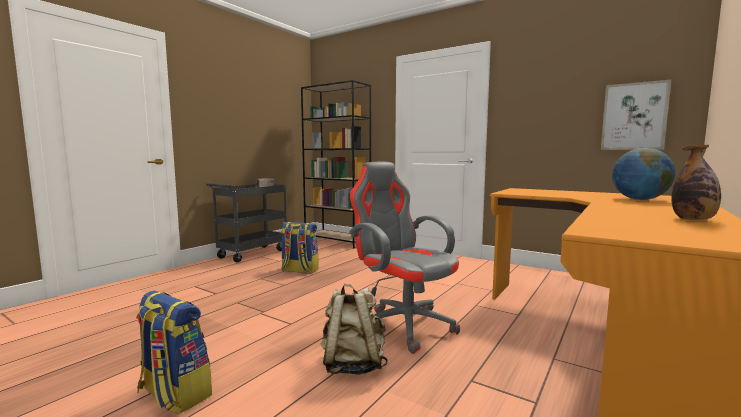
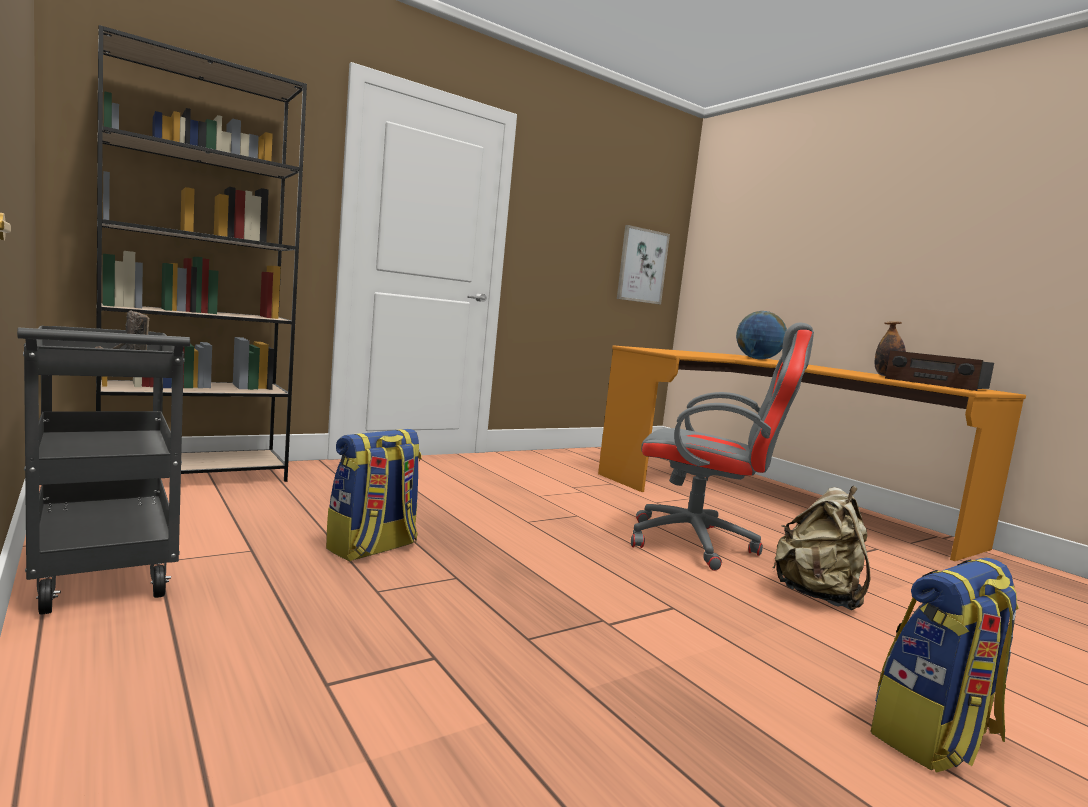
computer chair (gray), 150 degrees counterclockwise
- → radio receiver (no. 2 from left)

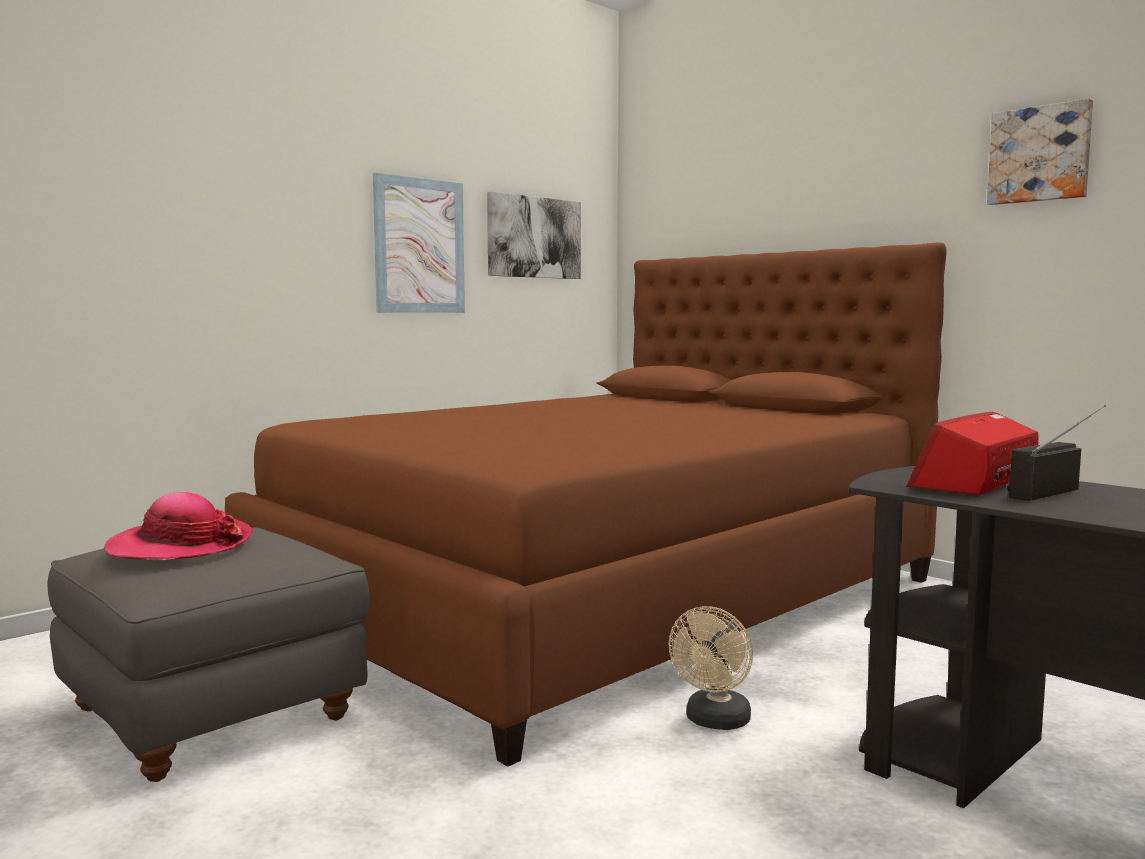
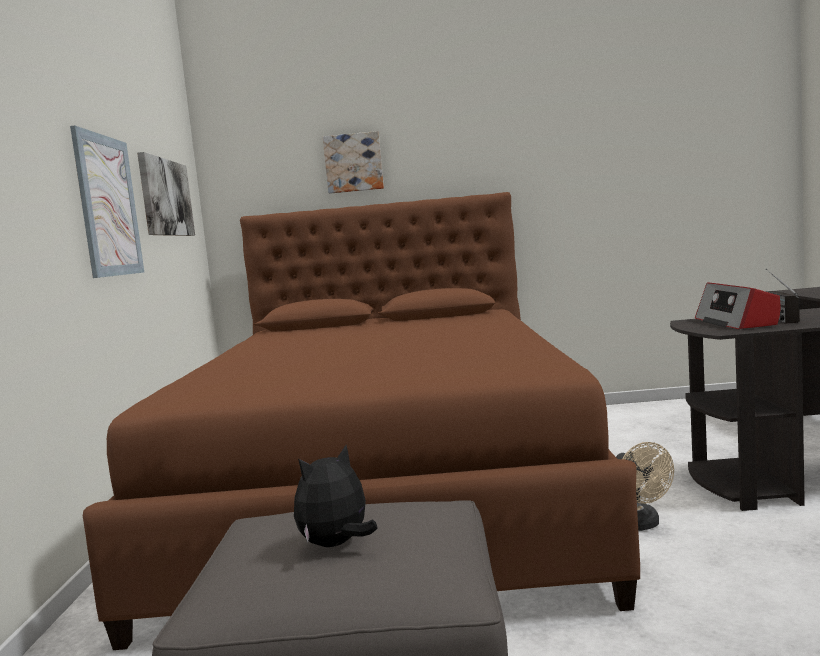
picture (no. 3 from left), shifted
wearable hat → cuddly toy

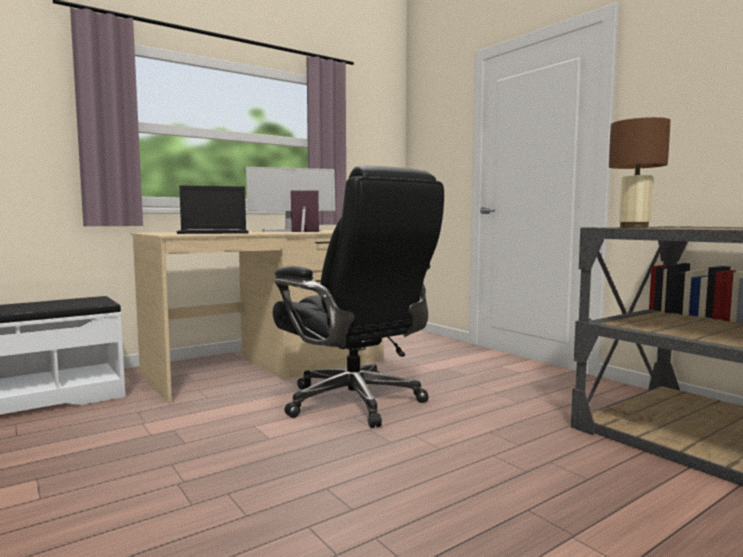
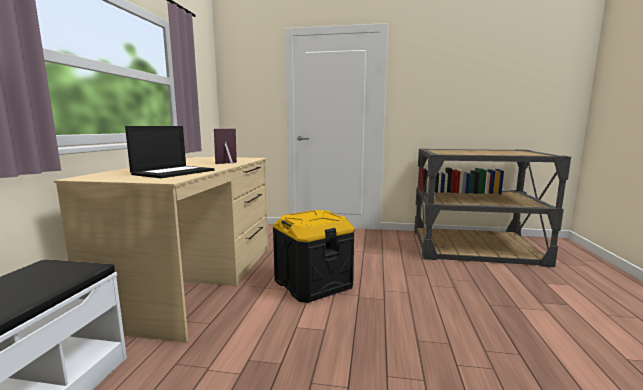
tabletop lamp (brown-coloured) → -
computer chair (black-coloured) → storage container (black-coloured)
monitor → -

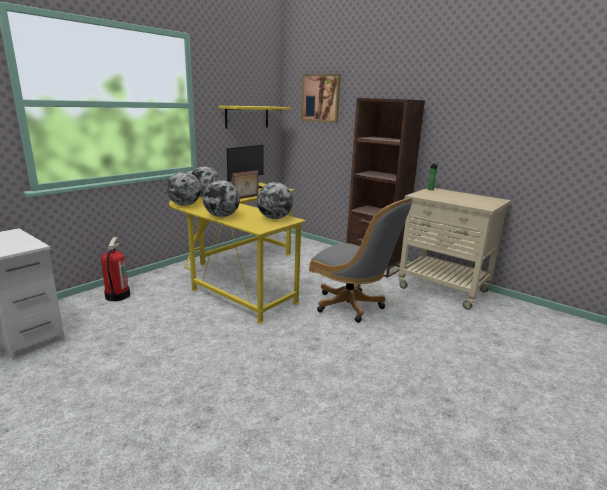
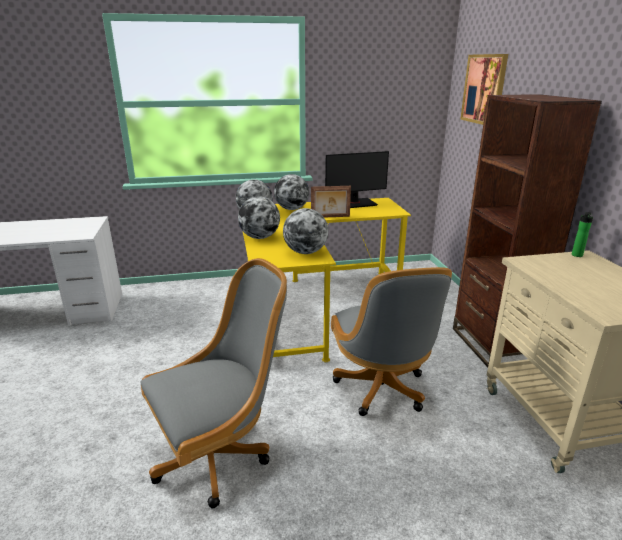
wall shelf (yellow-coloured) → -
fire extinguisher → -
- → computer chair (gray) (no. 1 from left)

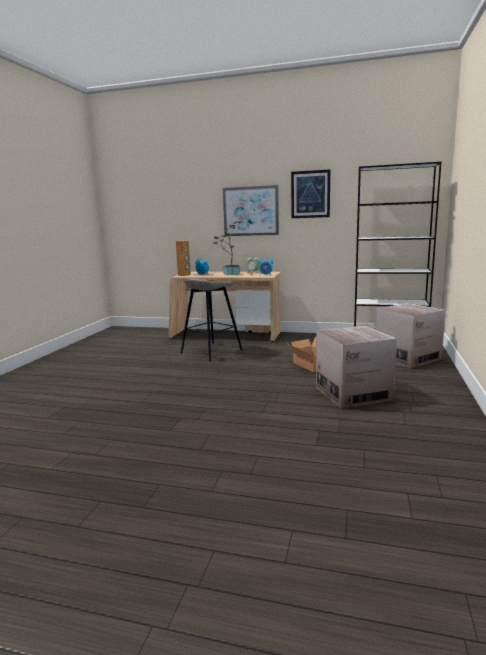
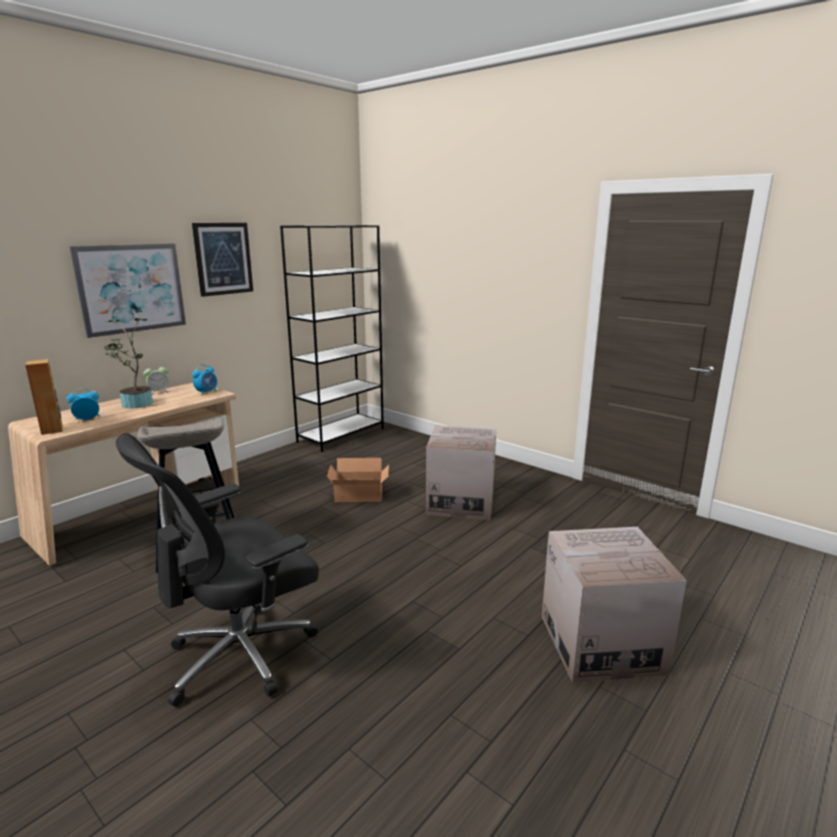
carton (no. 3 from left), shifted
- → computer chair

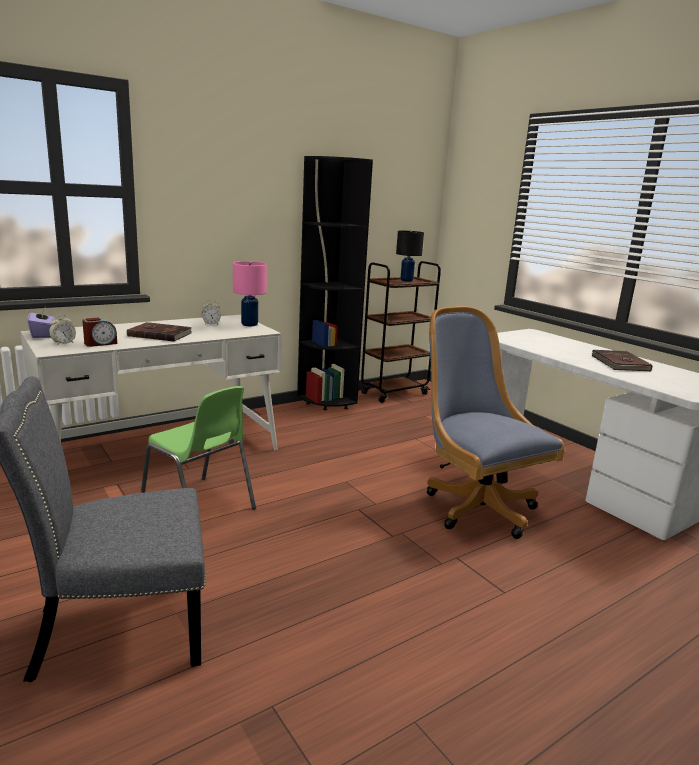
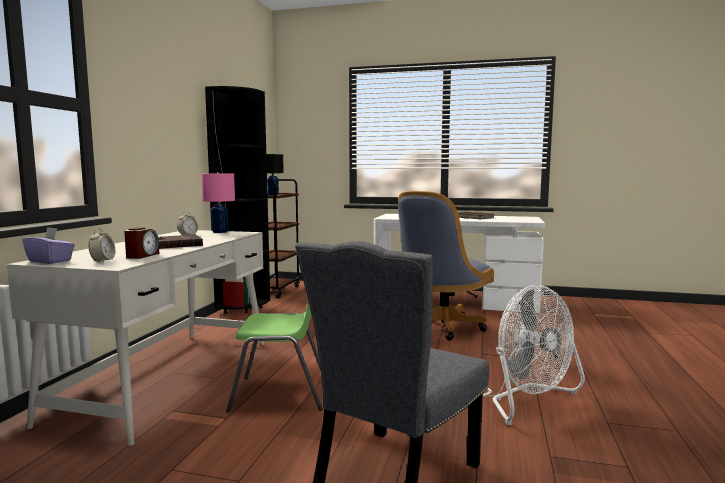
computer chair (blue), 75 degrees counterclockwise
- → electric fan (whitish)

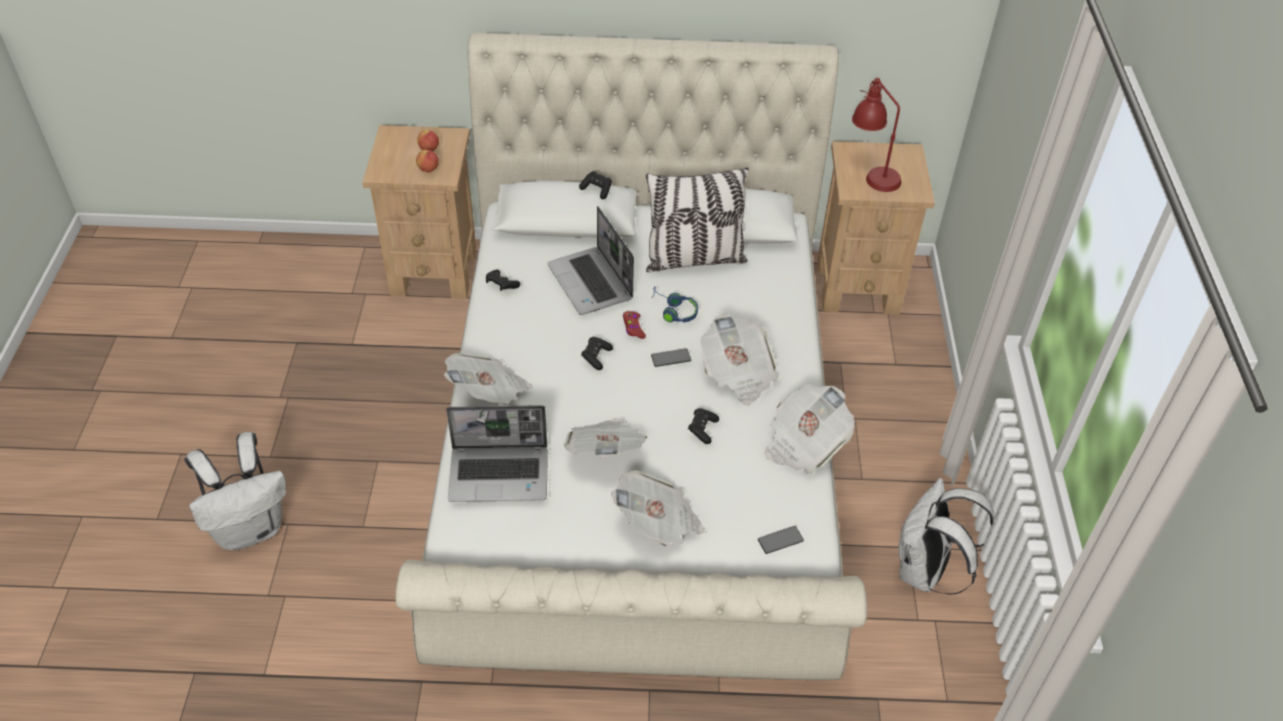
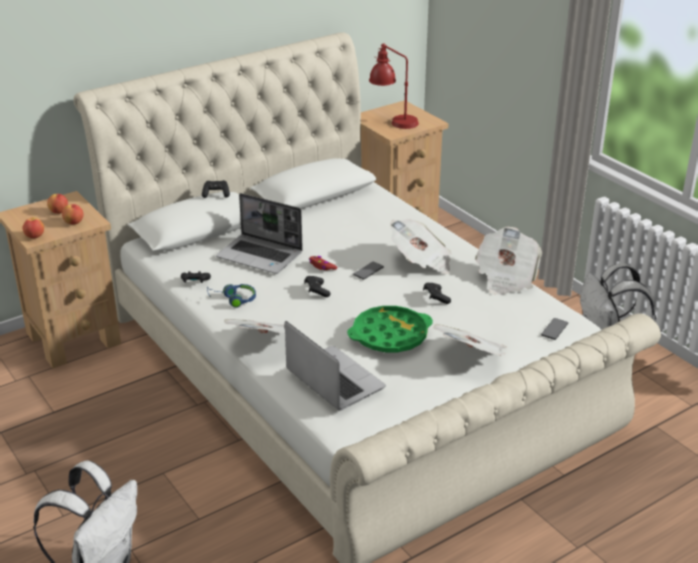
pillow → -
headset (blue), shifted
portable computer (no. 1 from left in the first image) → portable computer (no. 2 from left), 90 degrees counterclockwise
printed paper (no. 2 from left) → carrying tray (green-coloured)
- → whole apple (no. 1 from left)

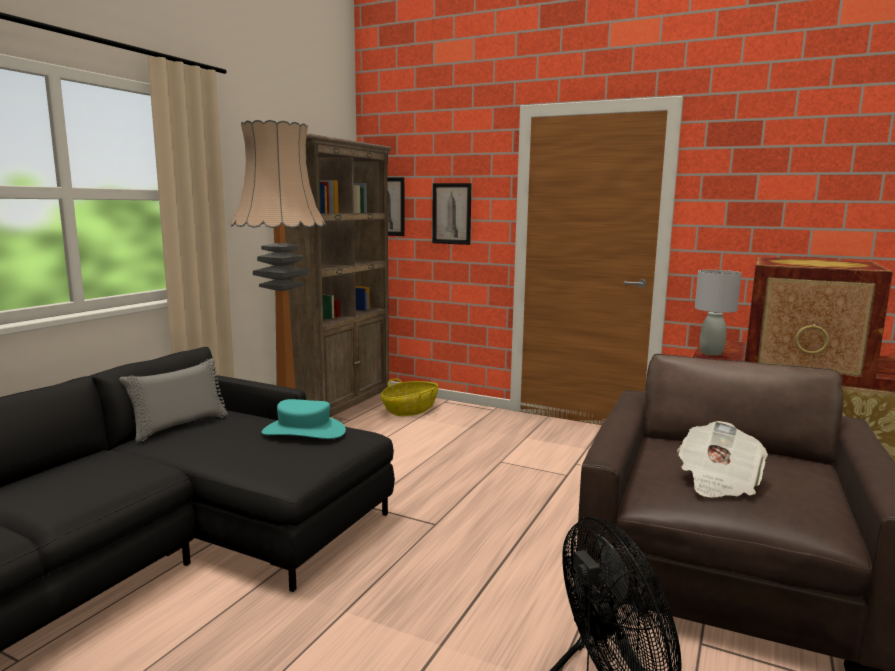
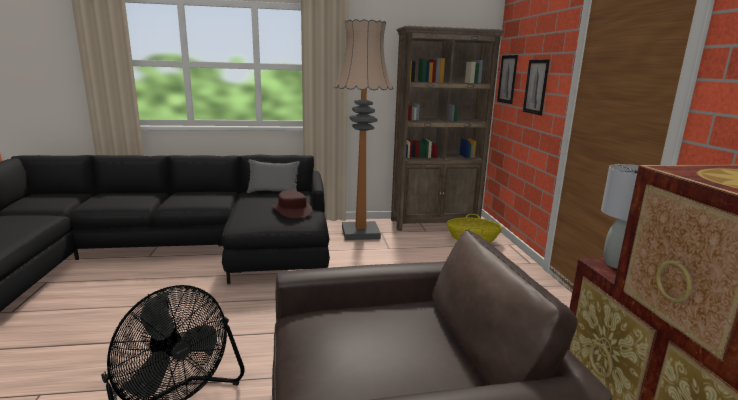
wearable hat (turquoise-coloured) → wearable hat (brown-coloured)
printed paper → -

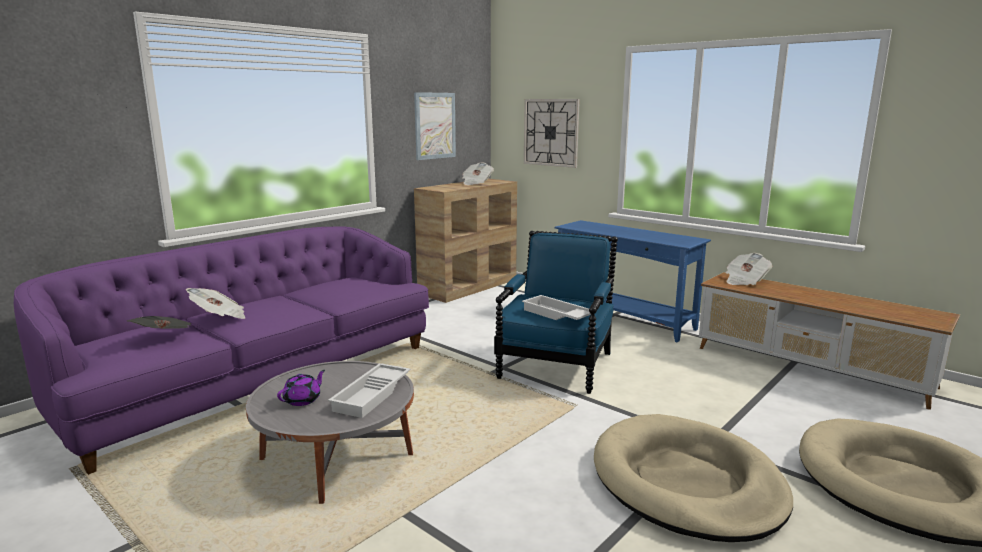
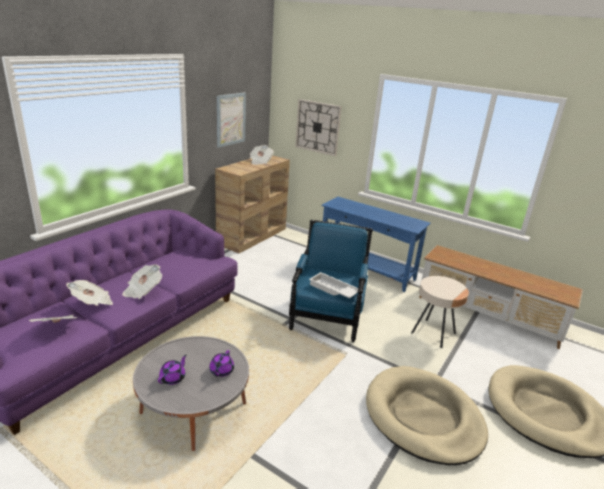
printed paper (no. 4 from left in the first image) → printed paper (no. 3 from left), shifted
carrying tray (whitish) (no. 1 from left) → tea pot (purplish) (no. 2 from left)
- → end table (beige)

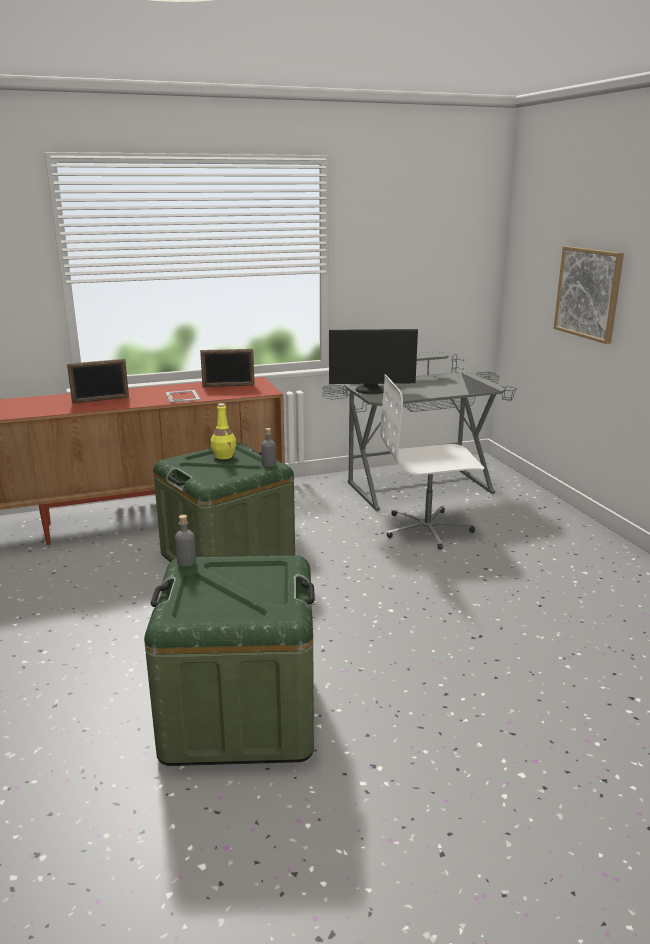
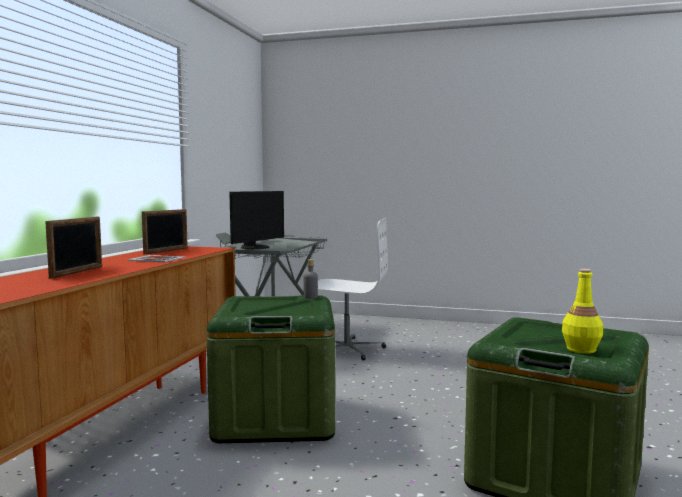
picture → -
computer chair (whitish), 105 degrees counterclockwise
bottle (yellow-coloured), shifted
bottle (gray) (no. 1 from left) → -

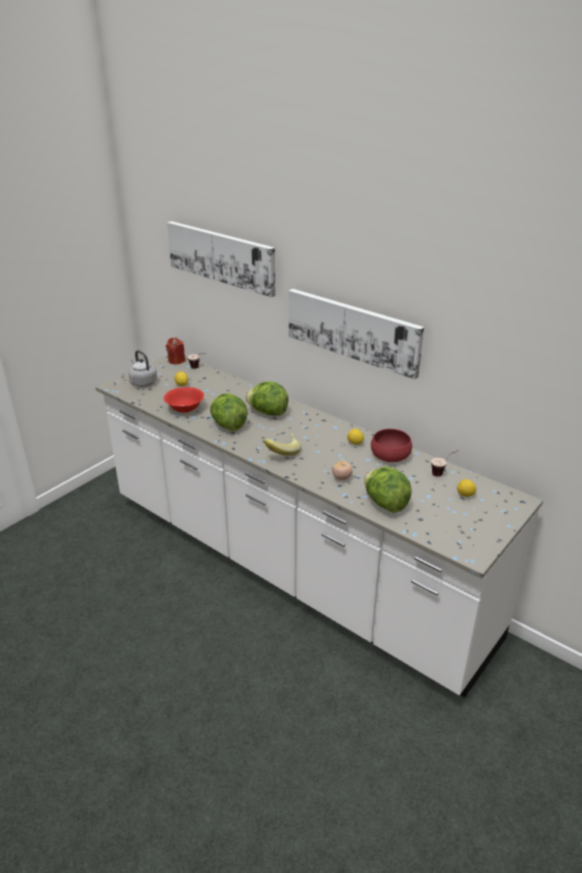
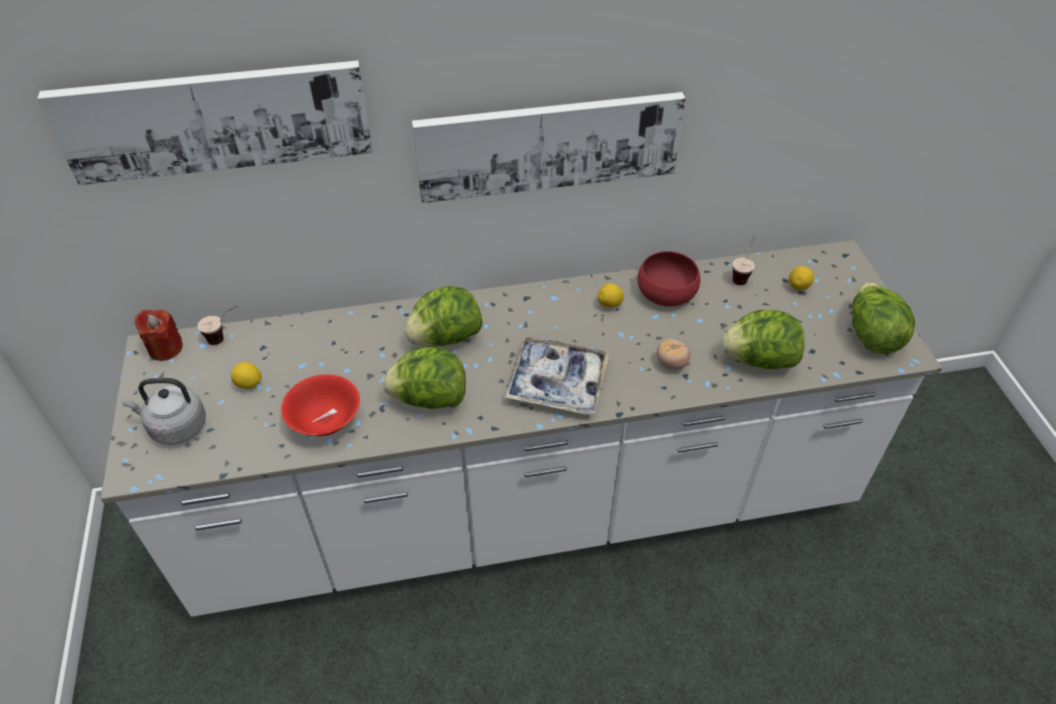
banana → carrying tray
- → lettuce head (no. 4 from left)

